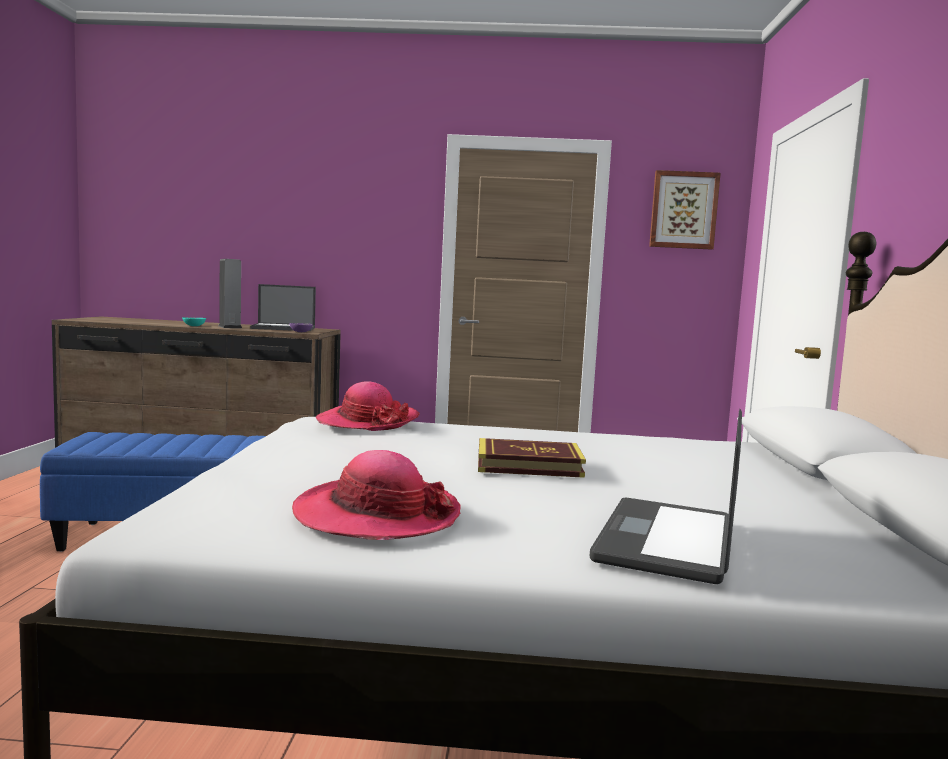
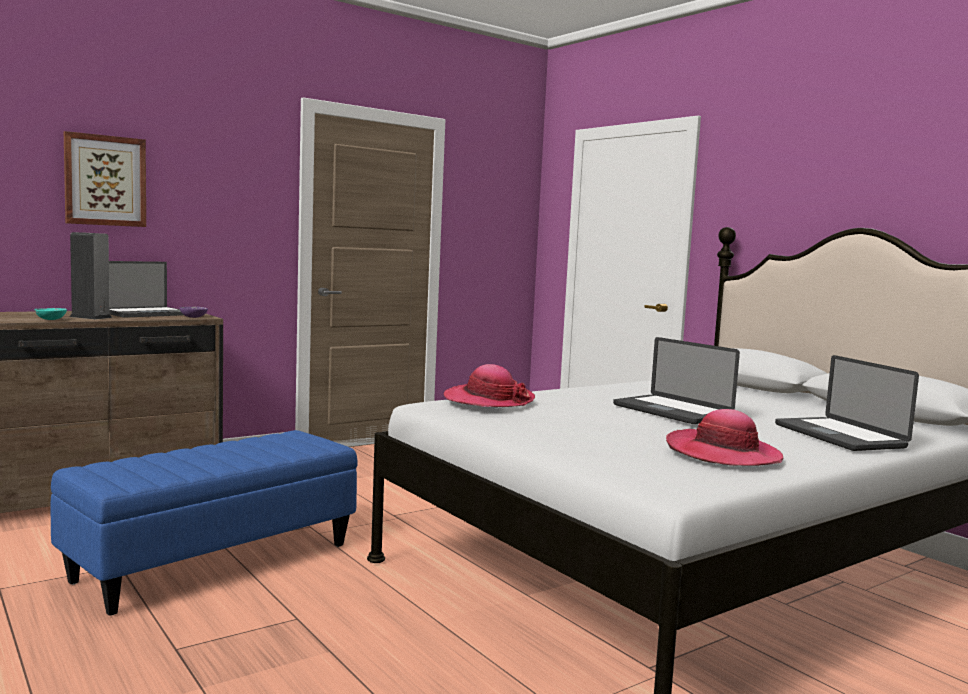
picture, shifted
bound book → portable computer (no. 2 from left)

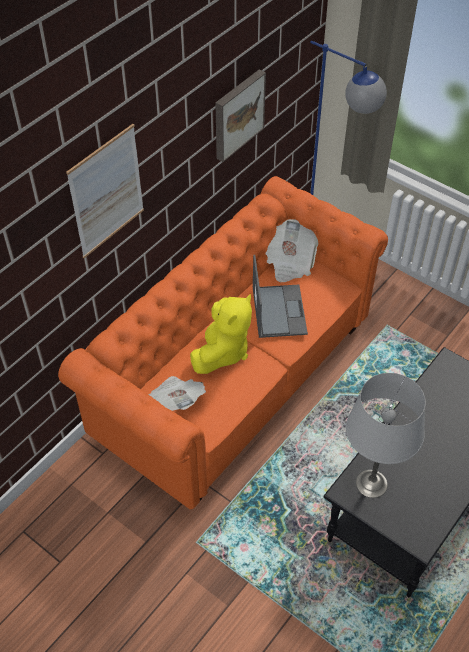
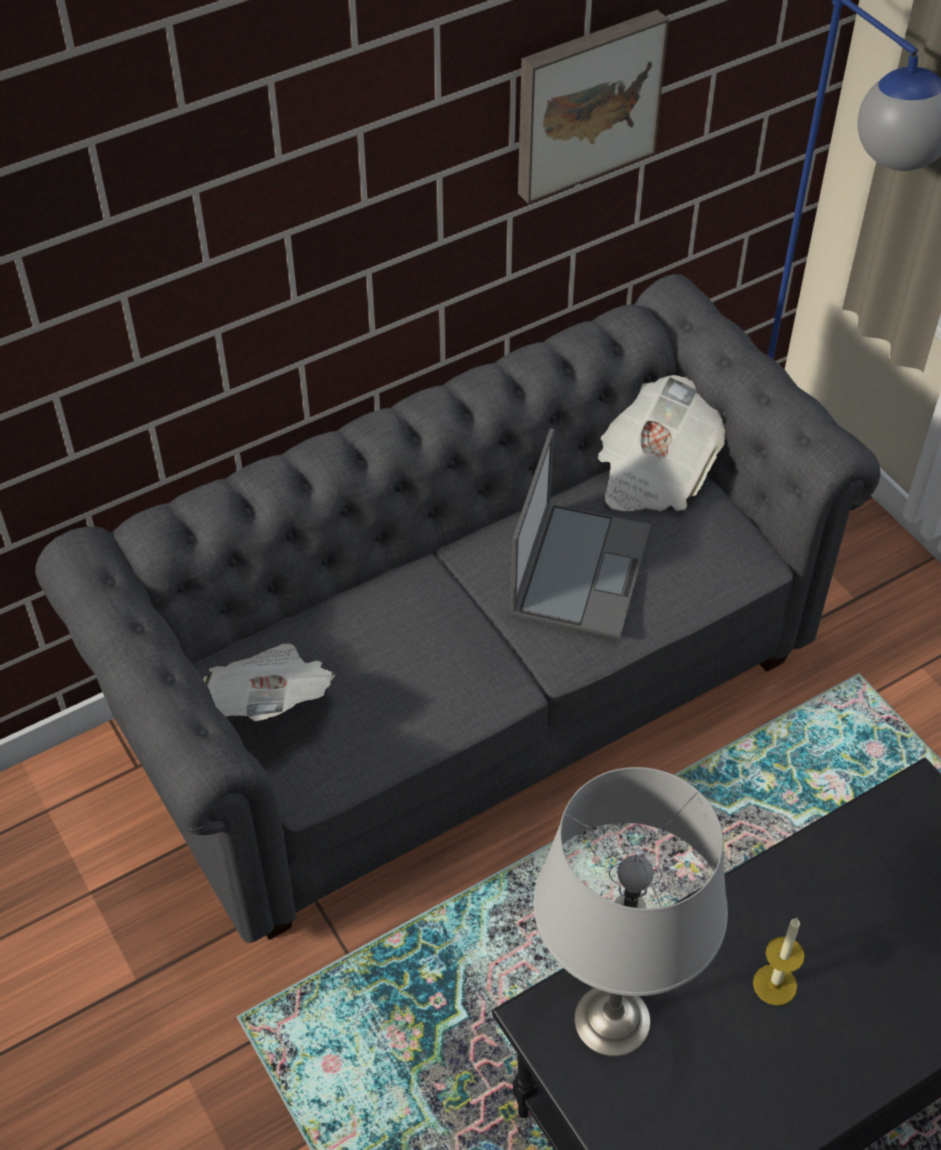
picture (no. 1 from left) → -
sofa (orangey) → sofa (gray)
cuddly toy (yellow-coloured) → -
- → wax candle

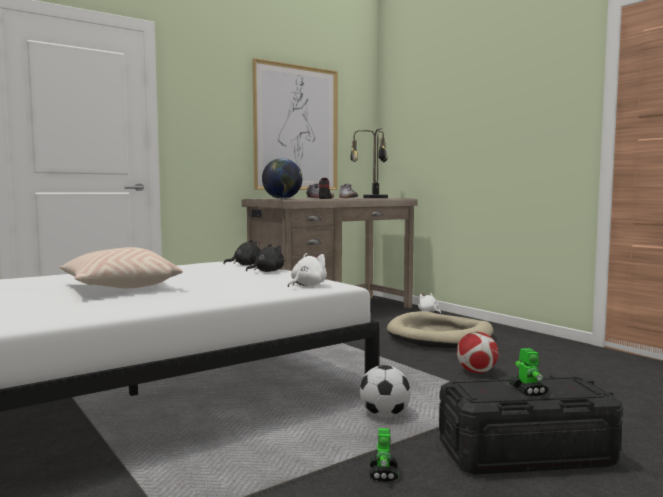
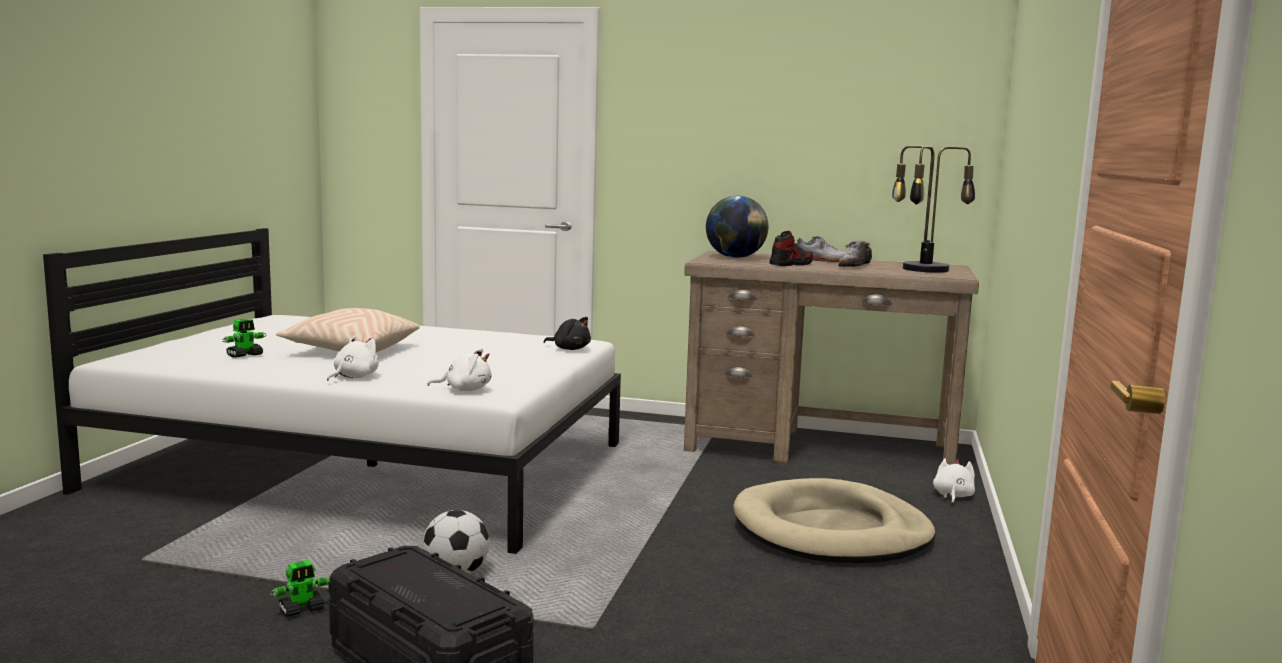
picture → -
cuddly toy (black-coloured) (no. 2 from left) → -
football (no. 2 from left) → -
robot figure (no. 2 from left in the first image) → robot figure (no. 1 from left), shifted
- → cuddly toy (whitish) (no. 1 from left)

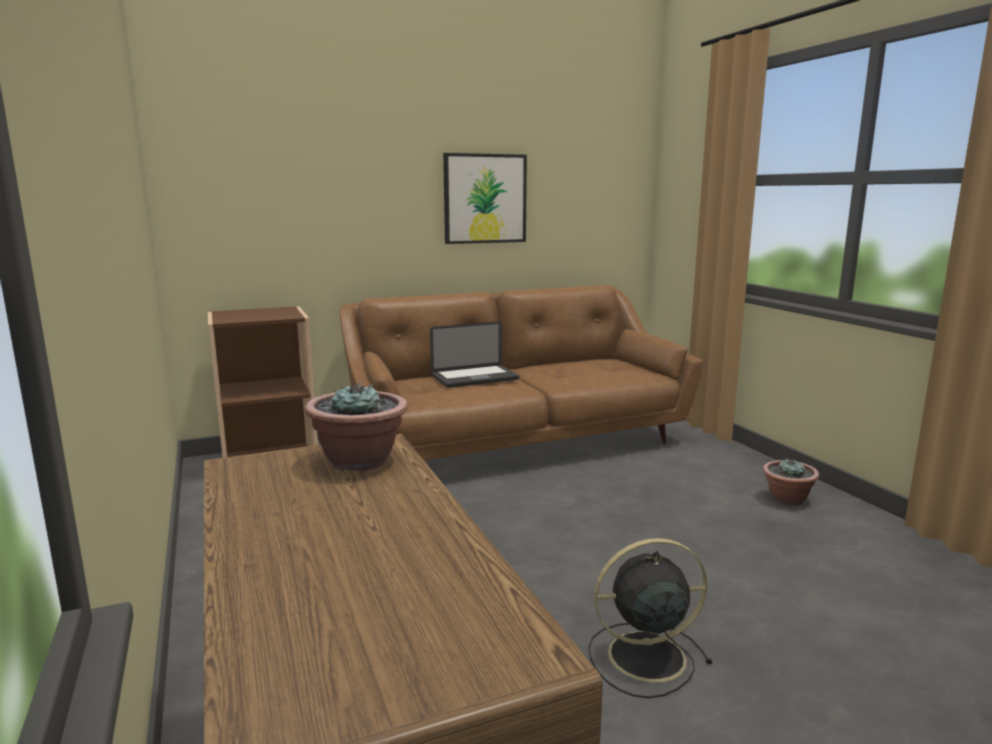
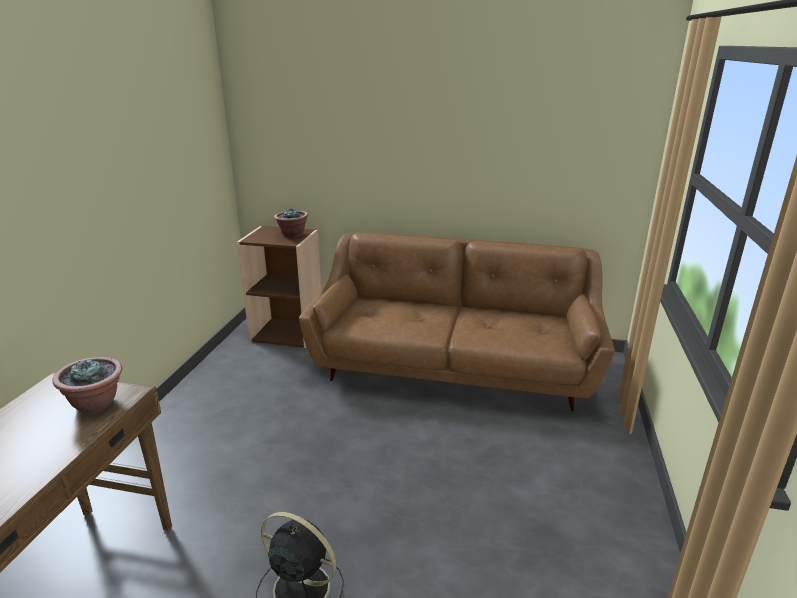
picture → -
portable computer → -
houseplant (no. 2 from left), shifted

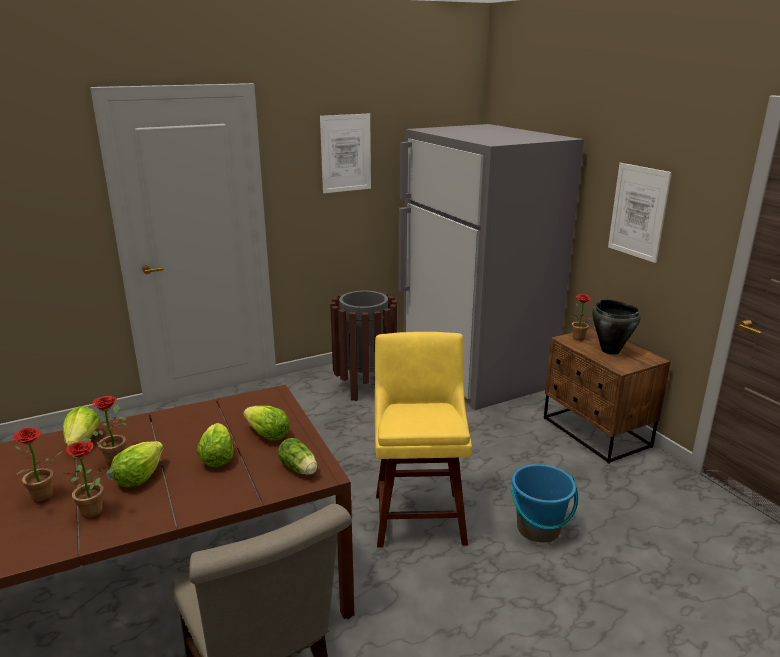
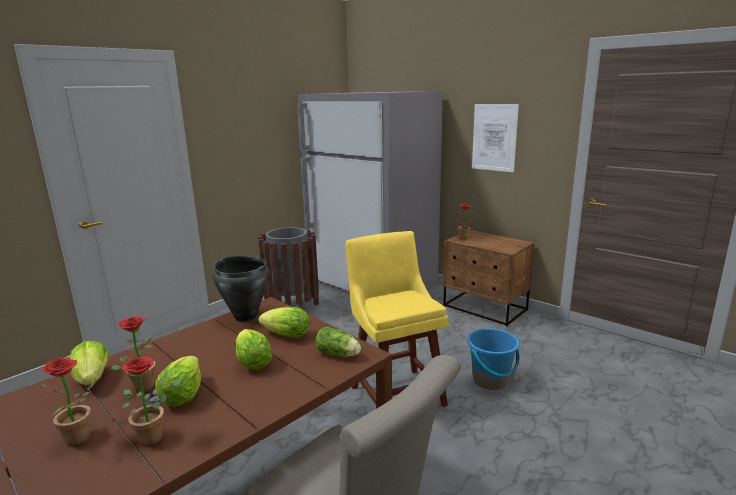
picture (no. 1 from left) → -
stockpot (black-coloured), shifted

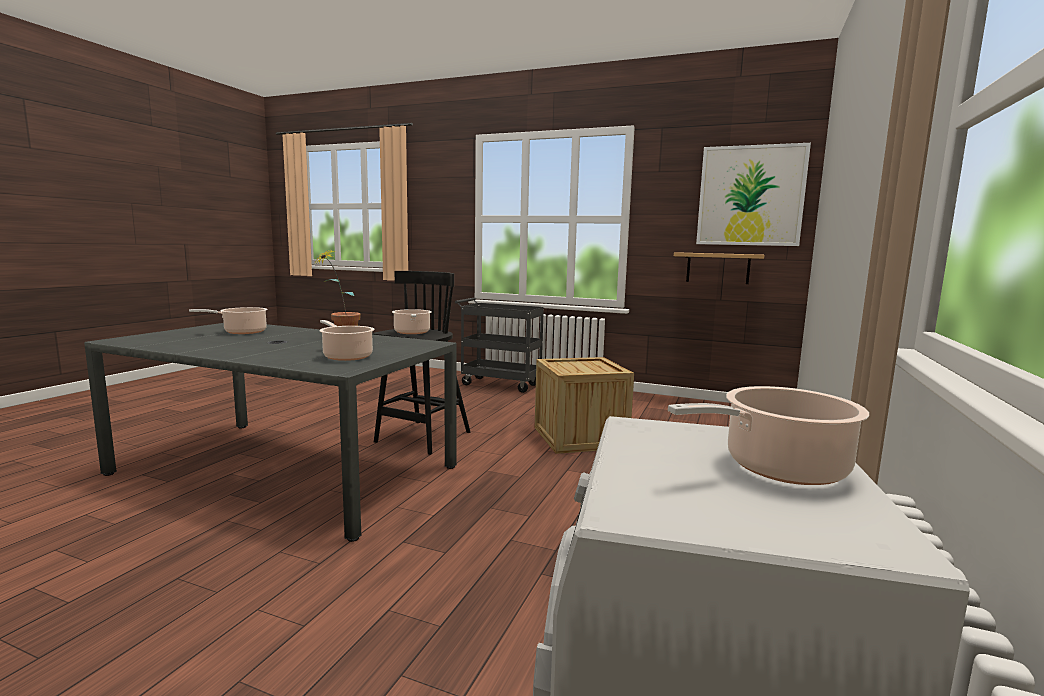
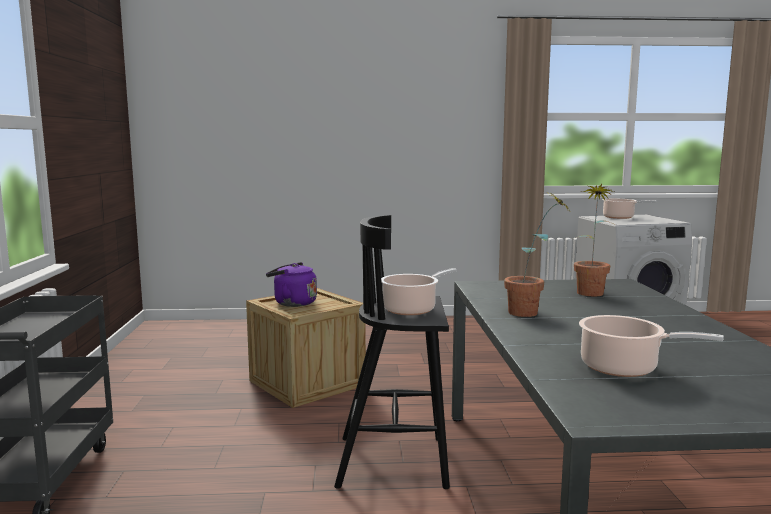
picture → -
wall shelf → -
stockpot (no. 2 from left) → houseplant (no. 2 from left)
- → water kettle (purplish)

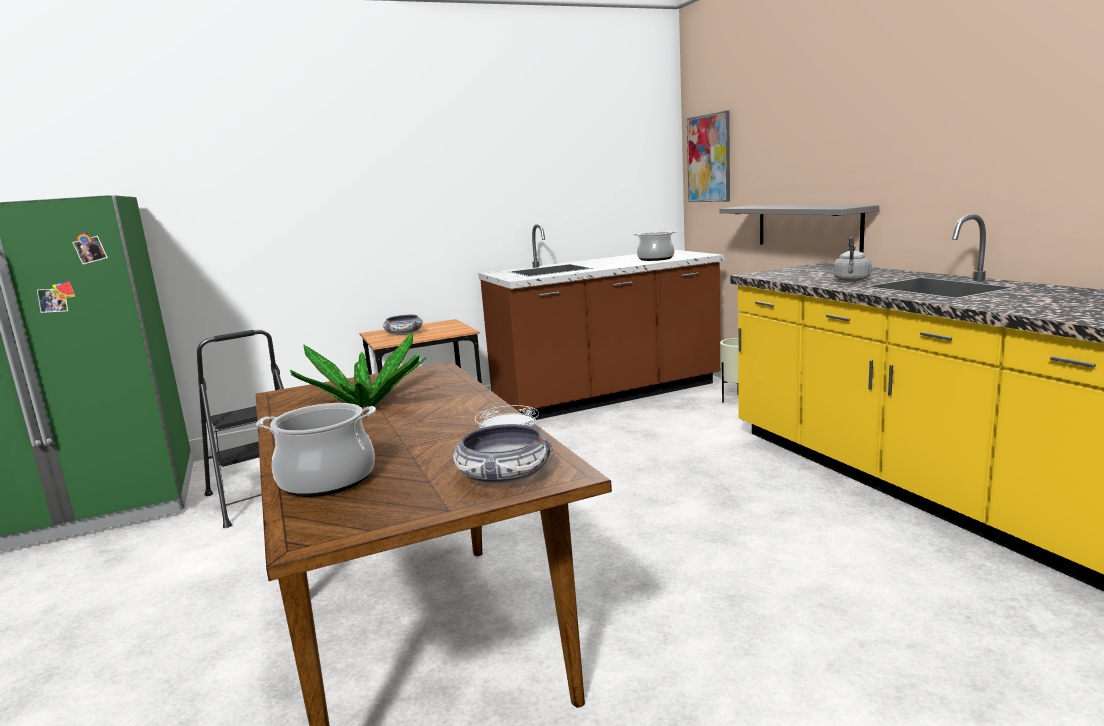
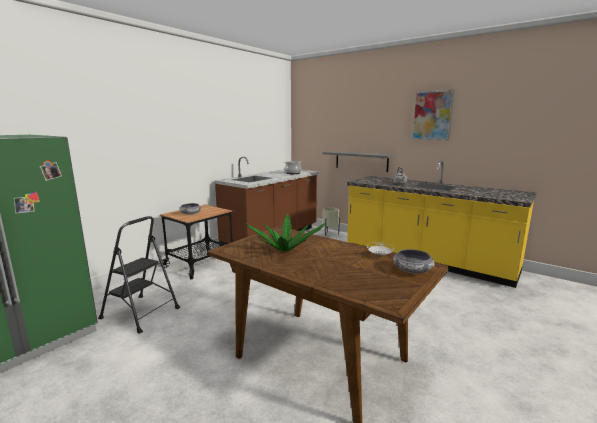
picture, shifted
stockpot (no. 1 from left) → -

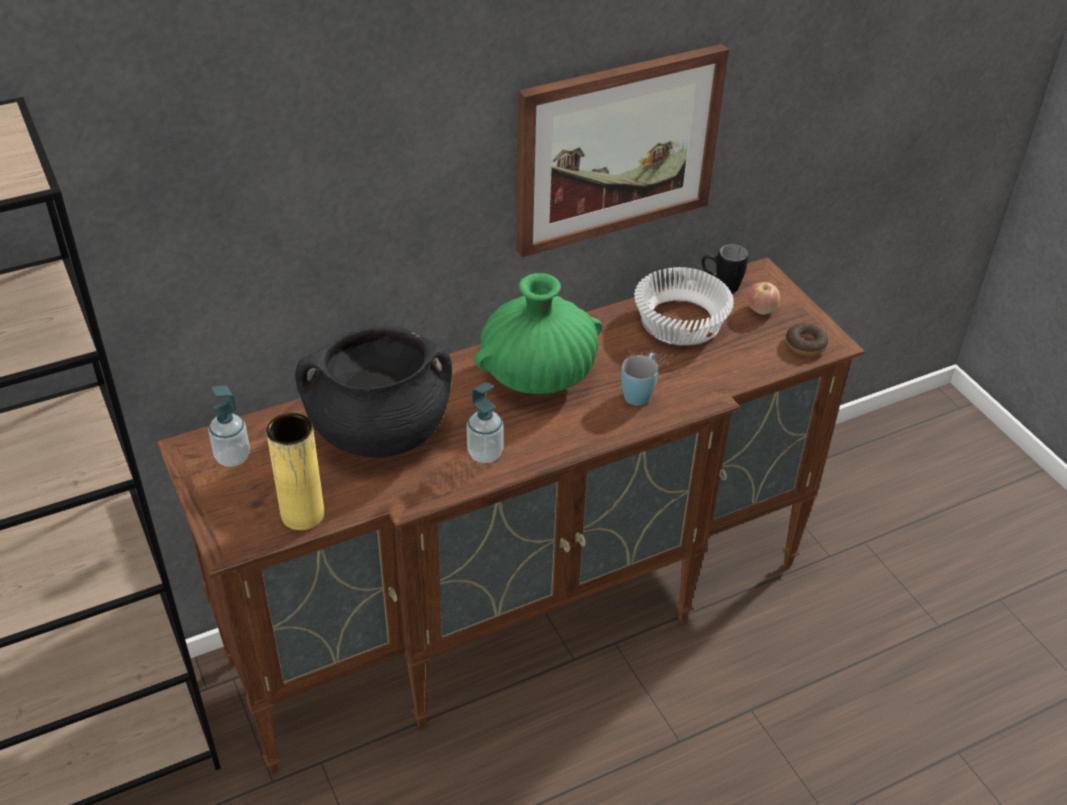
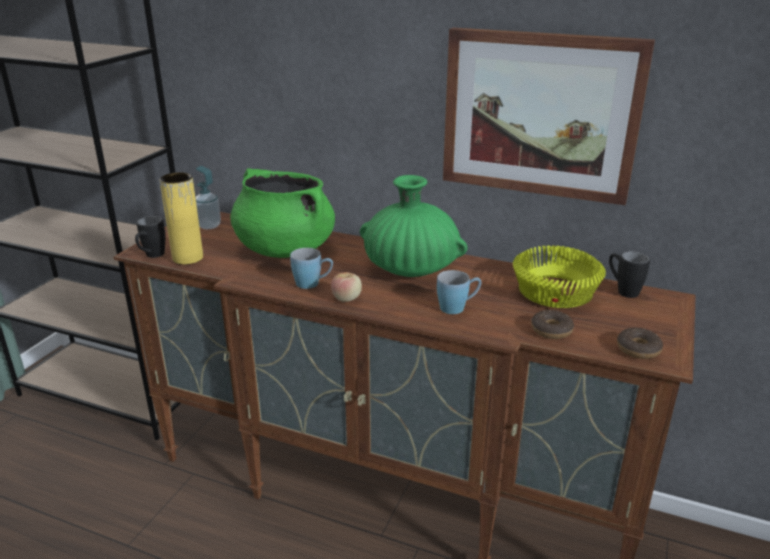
deep dish (whitish) → deep dish (yellow-coloured)
whole apple, shifted
stockpot (black-coloured) → stockpot (green-coloured)
soap dispenser (no. 2 from left) → coffee mug (blue) (no. 1 from left)
- → coffee mug (black-coloured) (no. 1 from left)
- → ring doughnut (no. 1 from left)

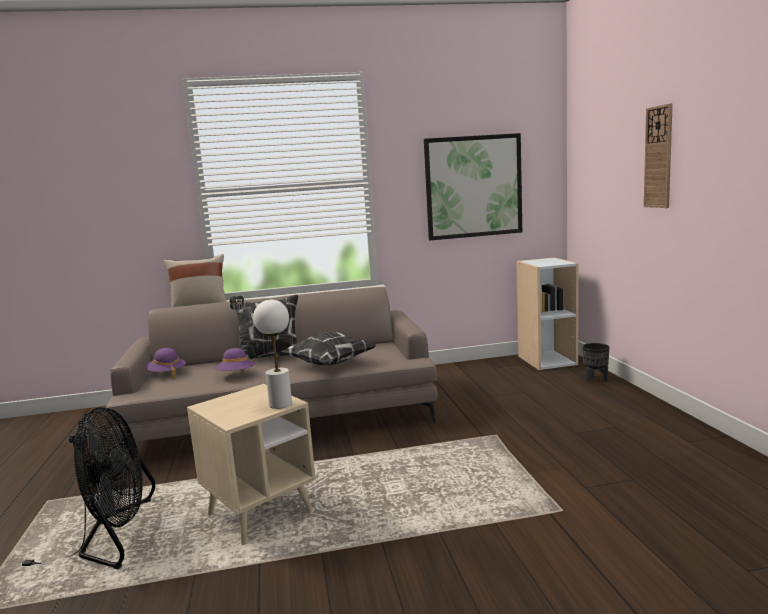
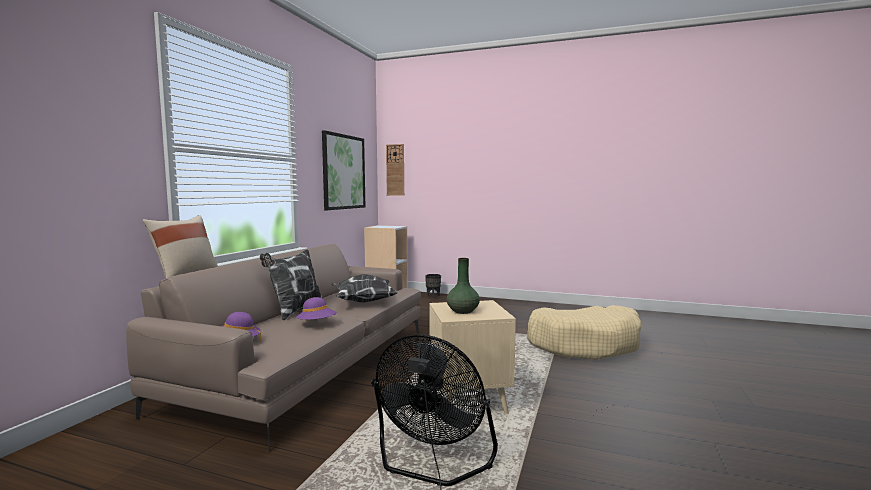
hanging clock, shifted
tabletop lamp (whitish) → -
- → vase (green-coloured)
- → pet bed (beige)

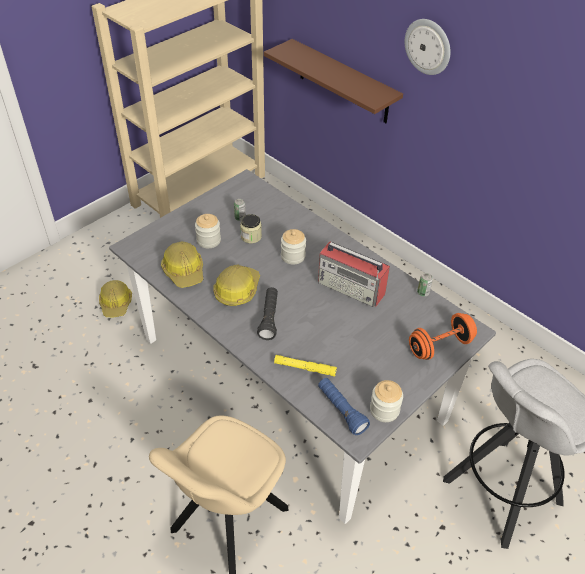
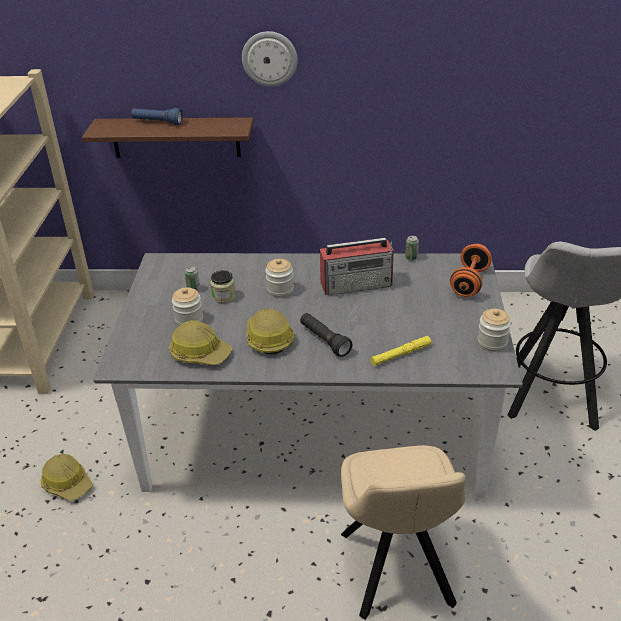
flashlight (blue), shifted

